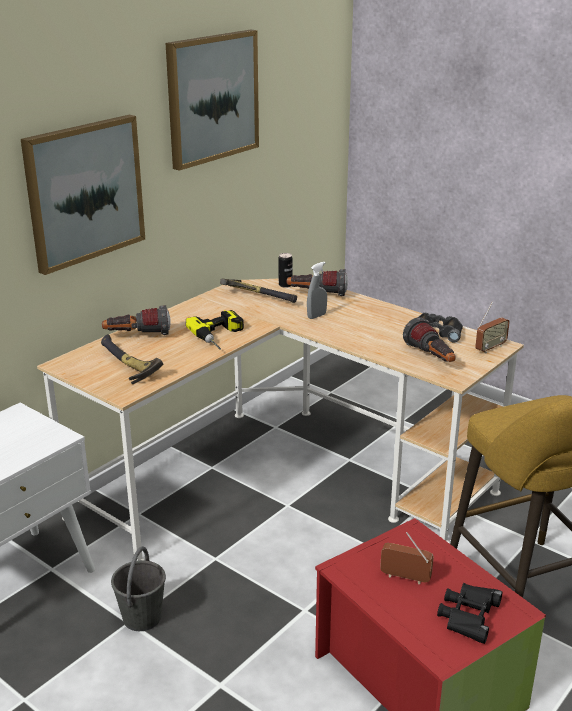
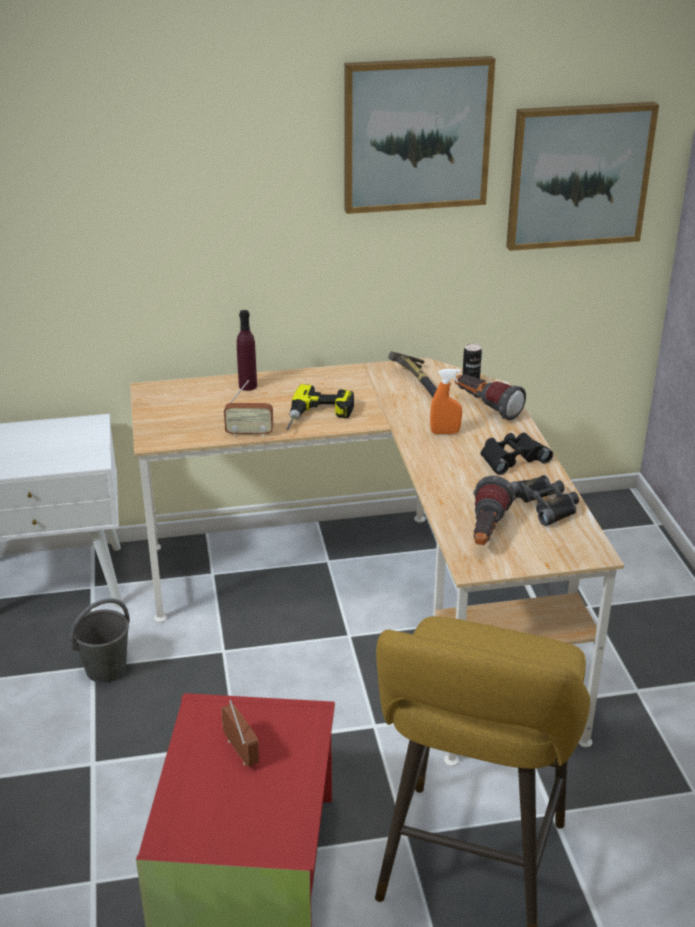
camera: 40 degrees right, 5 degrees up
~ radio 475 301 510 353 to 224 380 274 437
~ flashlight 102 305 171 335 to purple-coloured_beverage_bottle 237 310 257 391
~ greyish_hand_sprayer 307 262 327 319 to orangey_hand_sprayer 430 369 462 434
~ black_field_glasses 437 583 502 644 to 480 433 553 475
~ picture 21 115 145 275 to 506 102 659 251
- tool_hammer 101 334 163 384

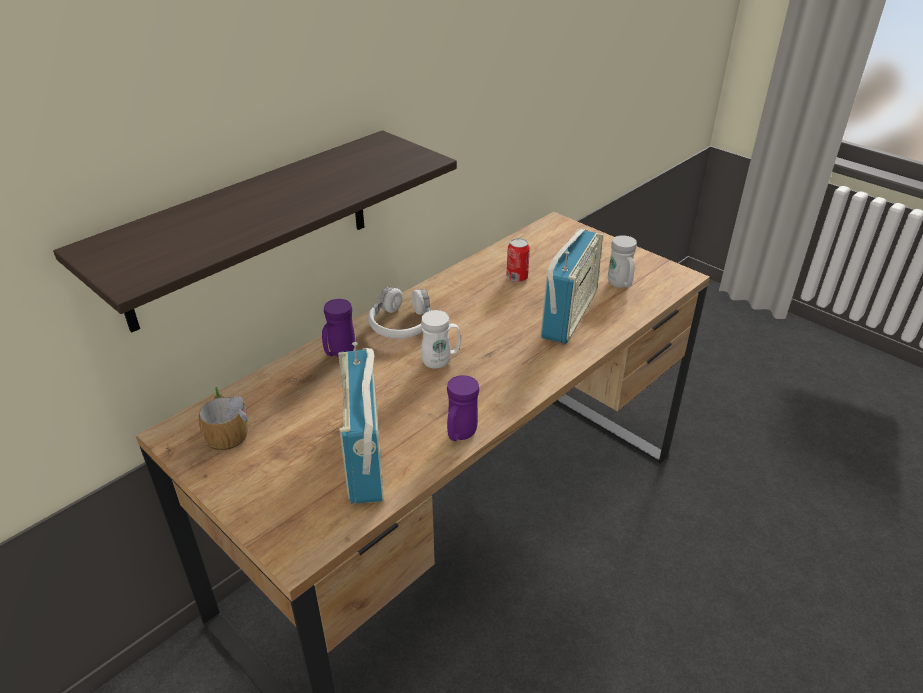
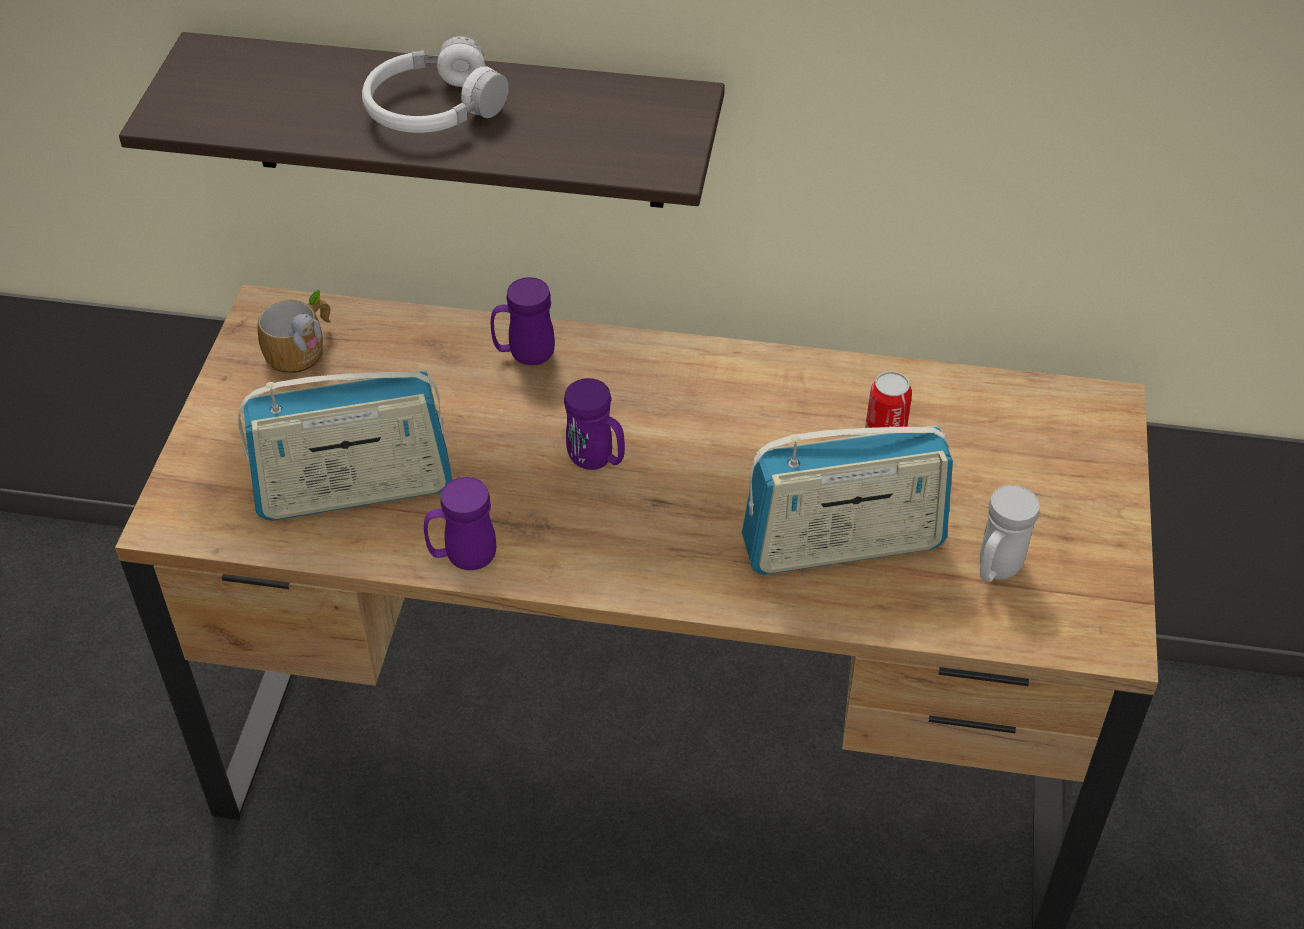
camera: 55 degrees right, 10 degrees up
~ radio 338 342 384 504 = 238 370 452 521 150 degrees counterclockwise
~ white-coloured_headphones 368 287 431 339 to 362 36 509 133
~ white-coloured_mug 421 310 461 369 to purple-coloured_mug 564 378 625 470

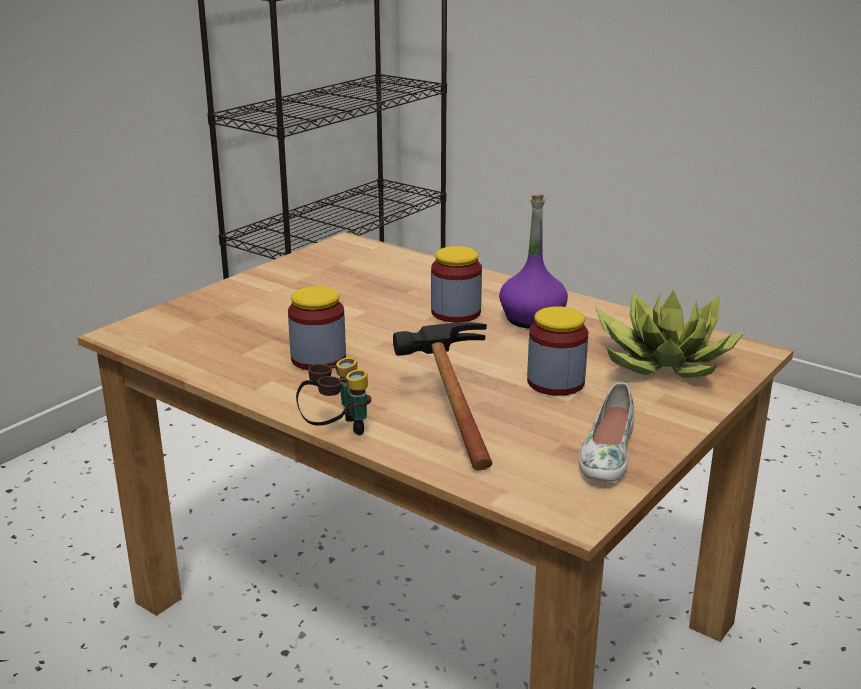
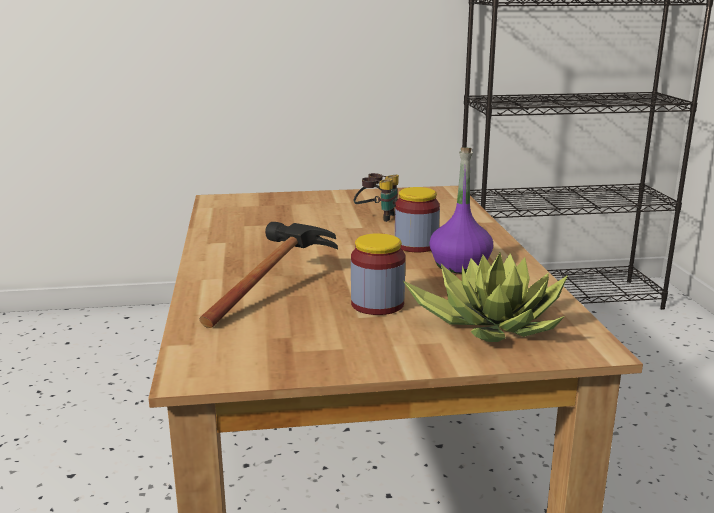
camera: 45 degrees right, 5 degrees down
~ field_glasses 296 357 371 435 to 354 173 399 222
- jar 288 286 346 370
- white-coloured_item_of_footwear 579 382 634 483

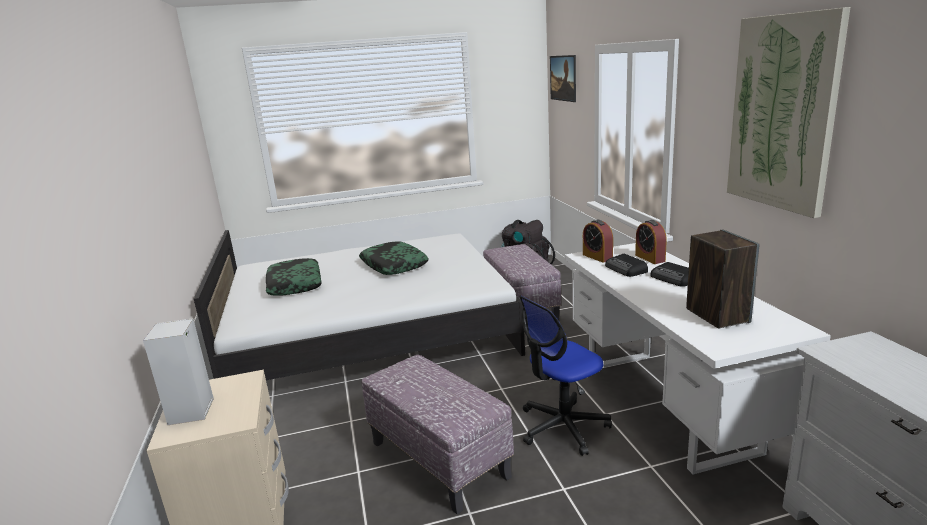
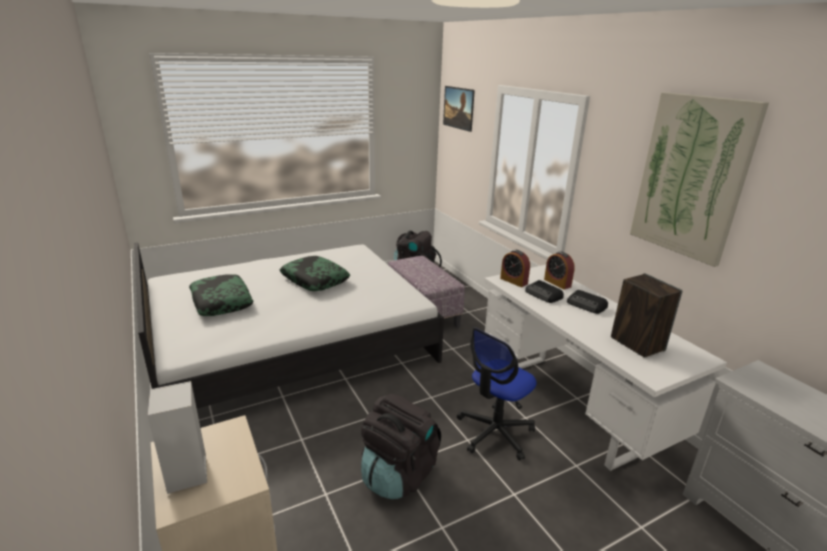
camera: 15 degrees left, 5 degrees up
~ footrest 362 355 514 514 to black_rucksack 361 394 441 499

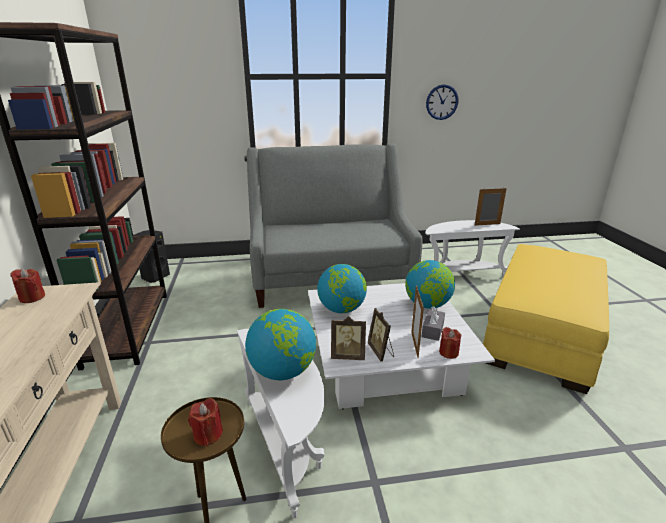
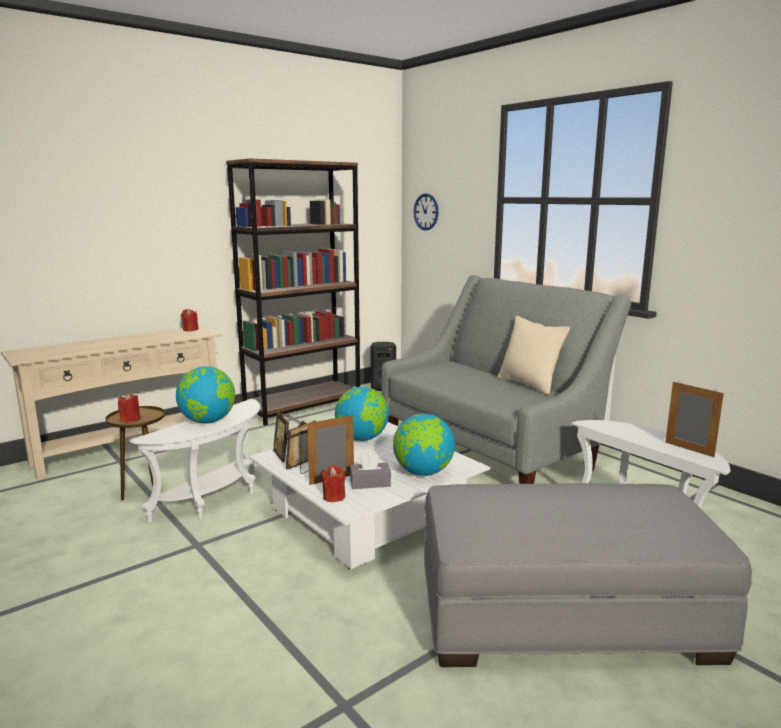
camera: 60 degrees right, 10 degrees down
~ wall_clock 426 84 458 120 to 413 193 439 231
~ yellow_footrest 483 244 609 394 to greyish_footrest 424 483 752 667
+ beige-coloured_throw_pillow 498 316 570 395

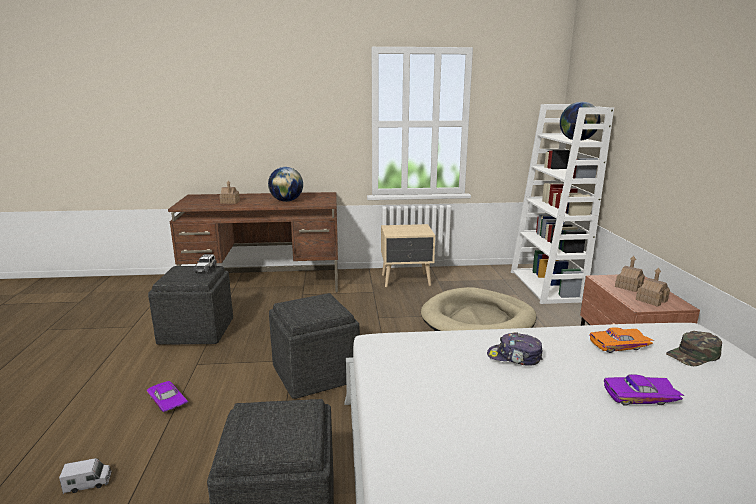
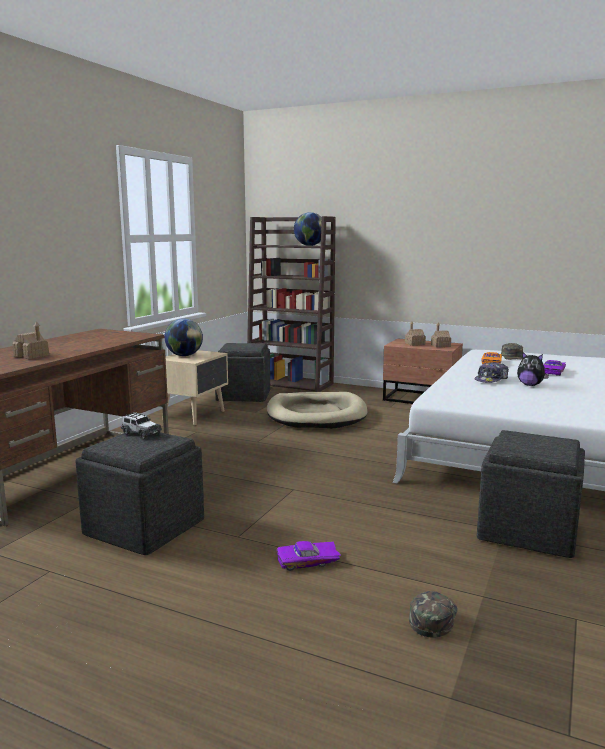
camera: 60 degrees left, 5 degrees down
~ world_globe 268 167 303 202 to 164 318 203 356
~ greyish_footrest 269 293 360 399 to 215 343 270 402
~ white-coloured_shelving_unit 511 104 614 304 to brownish_shelving_unit 247 216 336 392
~ toy_lorry 59 458 112 494 to greenish_baseball_cap 409 591 458 638
+ plush_toy 517 352 549 386

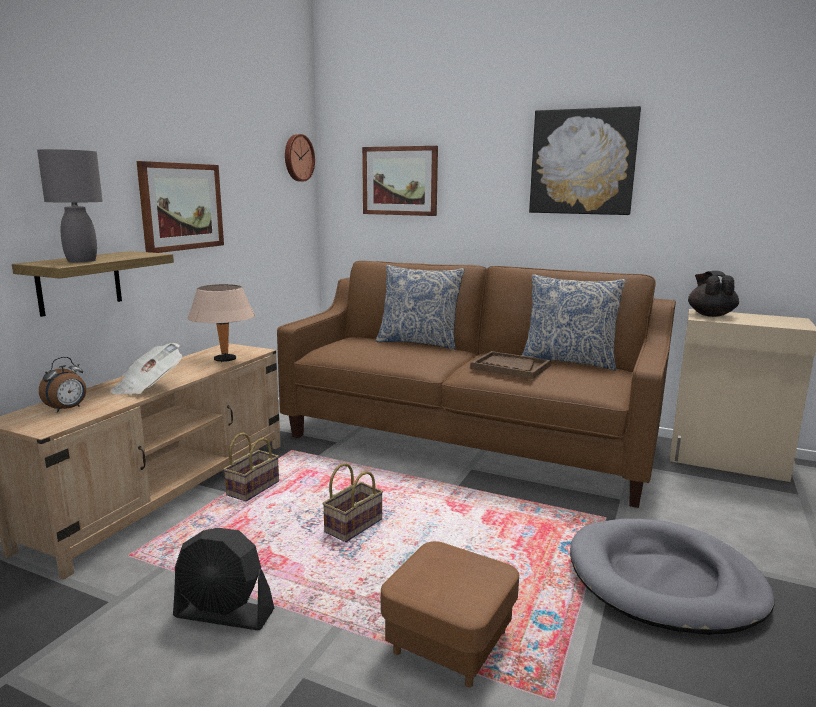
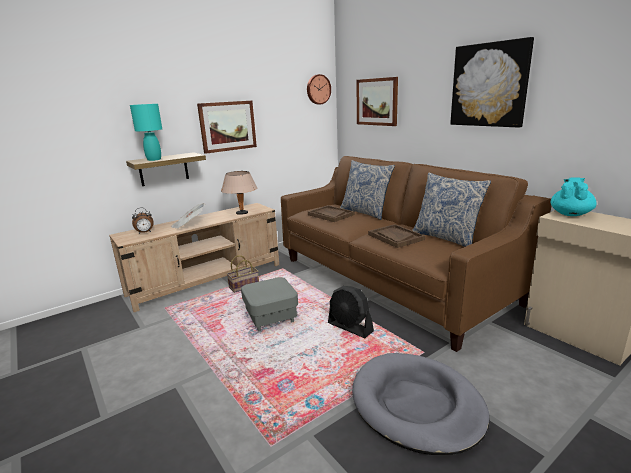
camera: 30 degrees right, 5 degrees up
~ greyish_tabletop_lamp 37 149 103 263 to turquoise_tabletop_lamp 130 104 162 161
~ household_basket 322 463 383 542 to greyish_footrest 241 277 298 331
+ brownish_carrying_tray 308 205 355 222
~ black_cooling_fan 173 528 274 630 to 328 286 374 338
~ black_tea_pot 688 271 739 317 to turquoise_tea_pot 551 177 597 216
- brownish_footrest 381 541 519 687

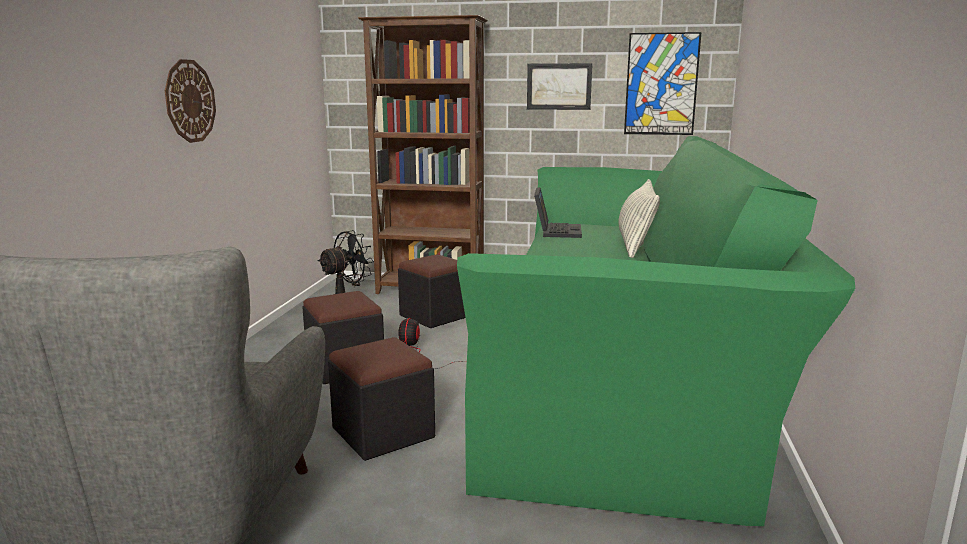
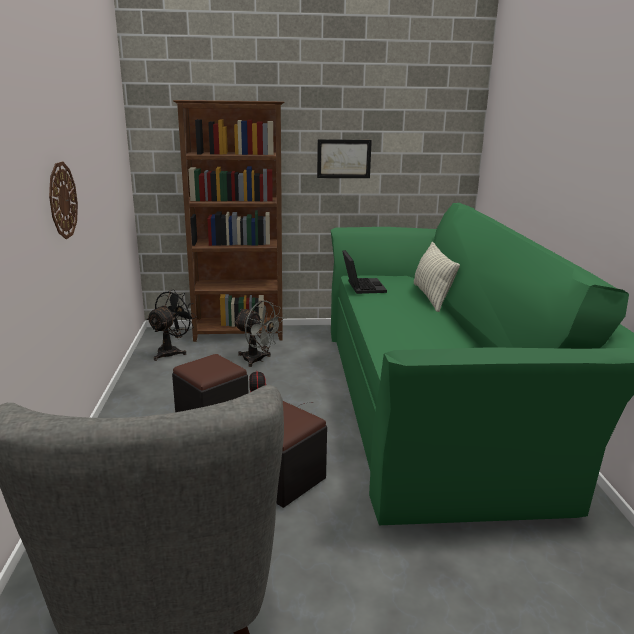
camera: 15 degrees left, 5 degrees up
~ black_footrest 398 254 465 328 to greyish_cooling_fan 234 301 284 367
- picture 624 32 701 135

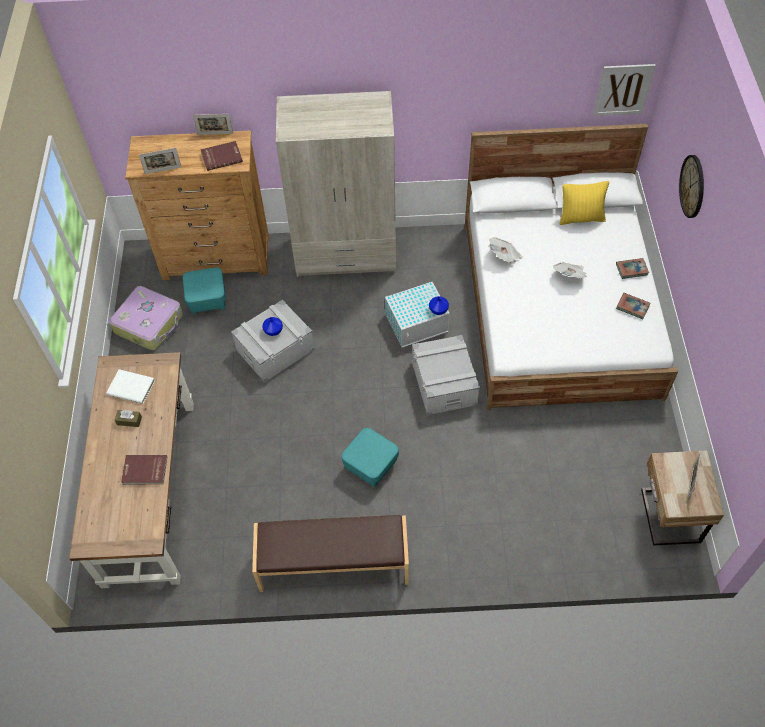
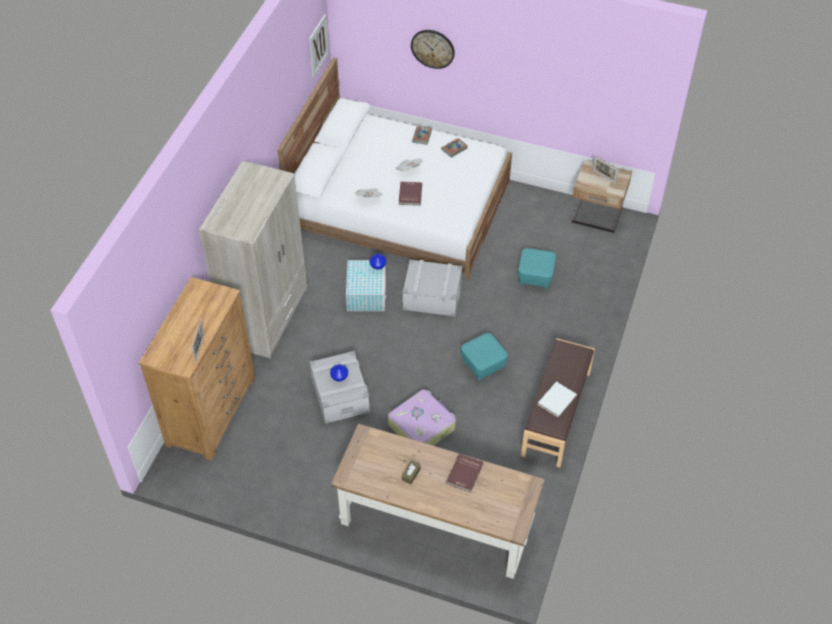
camera: 70 degrees left, 5 degrees down
~ suitcase 109 286 183 350 to 388 389 456 446
~ reddish_bound_book 201 141 243 171 to 399 182 422 206
~ turquoise_footrest 183 267 226 315 to 518 248 556 289
~ white-coloured_bound_book 106 369 155 404 to 538 382 577 417
- standing_frame 193 114 233 135
- yellow_throw_pillow 559 181 609 225

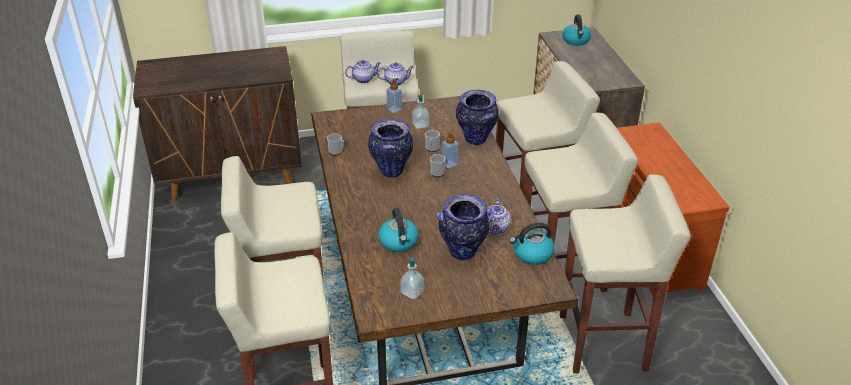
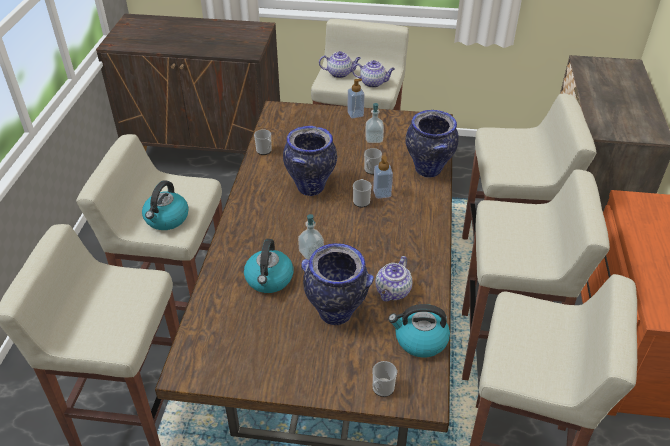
camera: 20 degrees right, 5 degrees up
~ tea_kettle 563 15 591 46 to 142 180 189 230
~ soap_dispenser 401 257 424 299 to 298 214 324 260
+ mug 372 361 397 397

